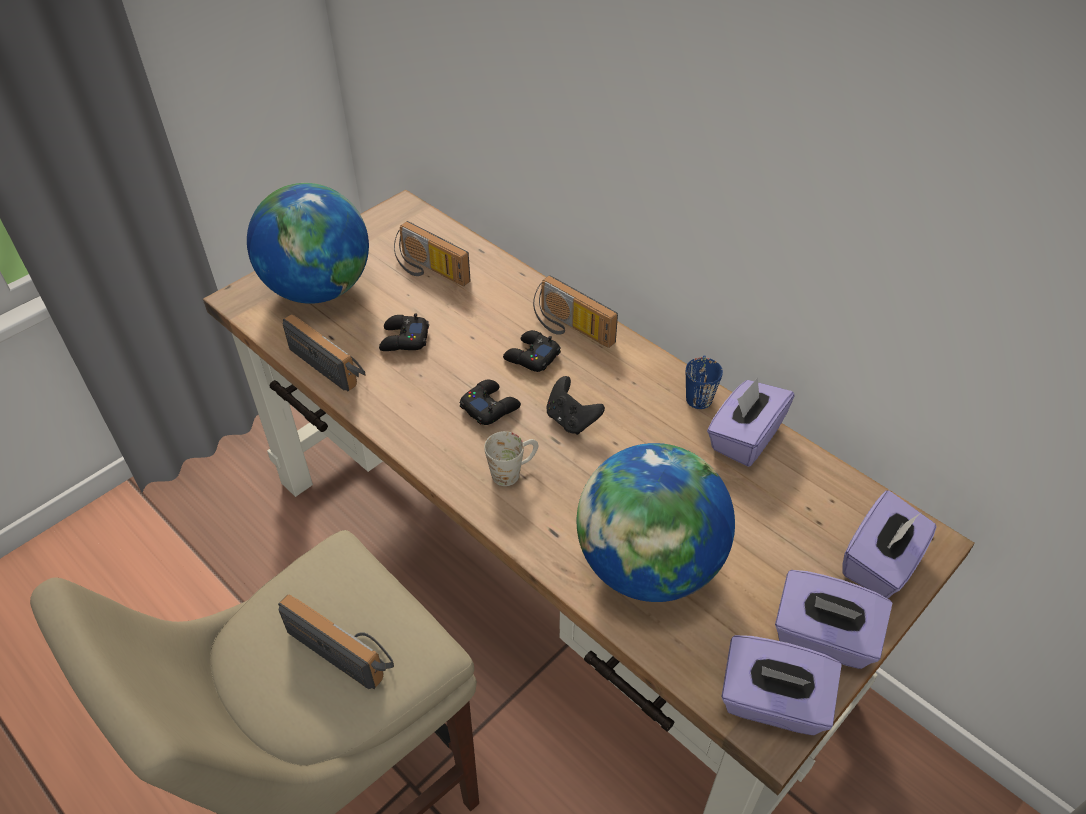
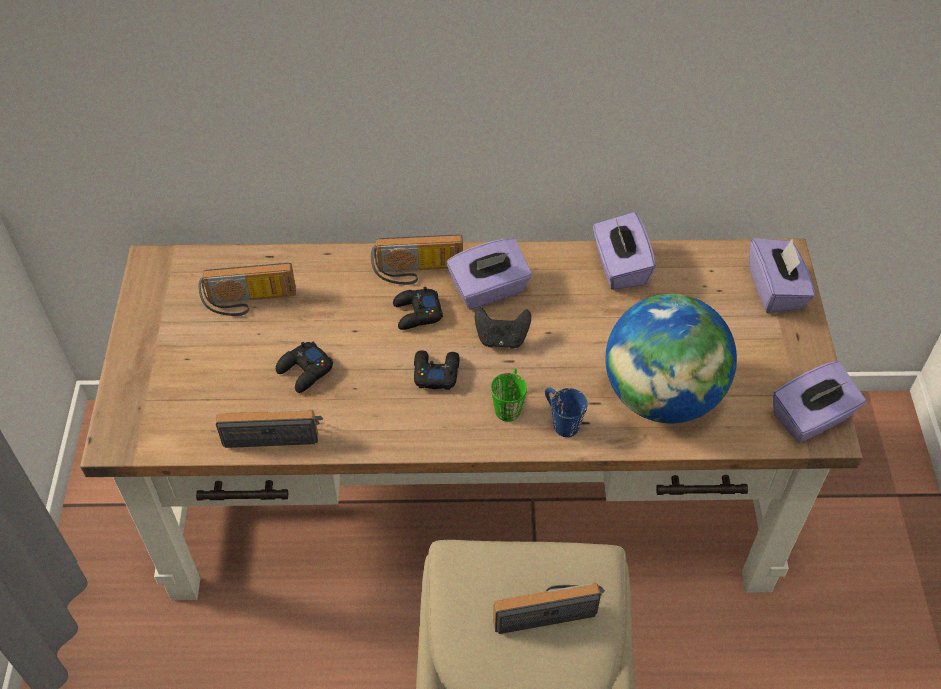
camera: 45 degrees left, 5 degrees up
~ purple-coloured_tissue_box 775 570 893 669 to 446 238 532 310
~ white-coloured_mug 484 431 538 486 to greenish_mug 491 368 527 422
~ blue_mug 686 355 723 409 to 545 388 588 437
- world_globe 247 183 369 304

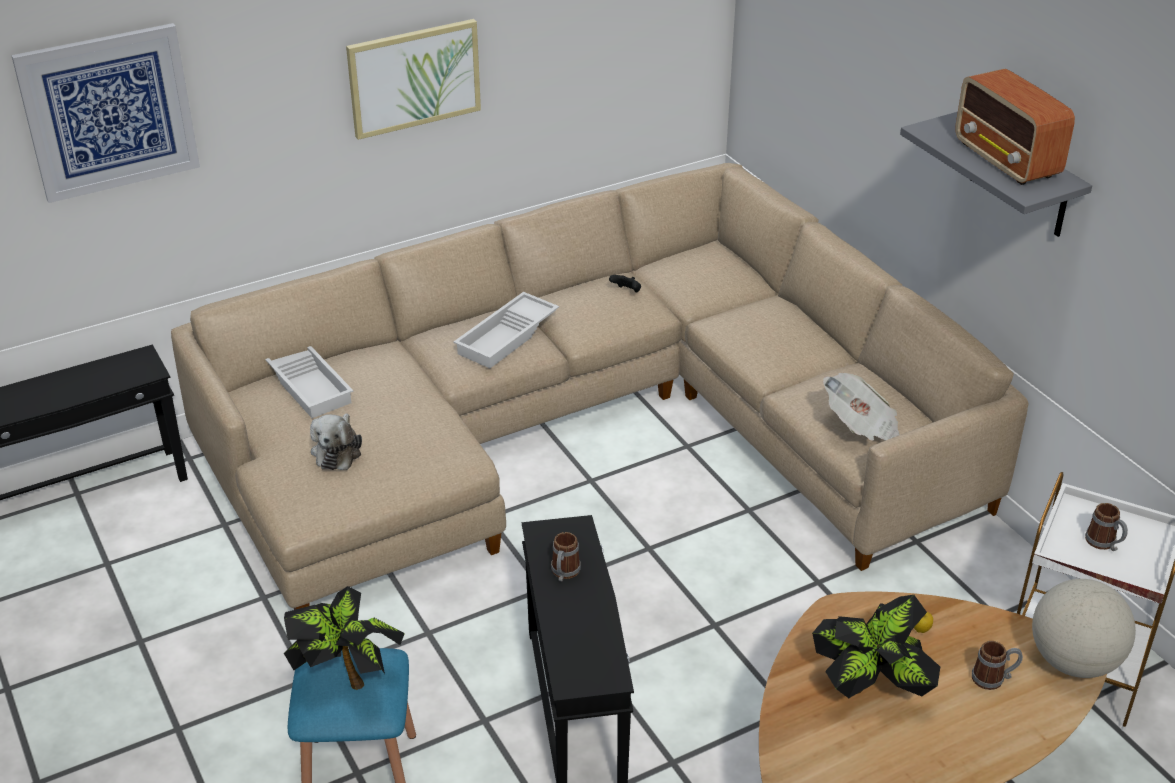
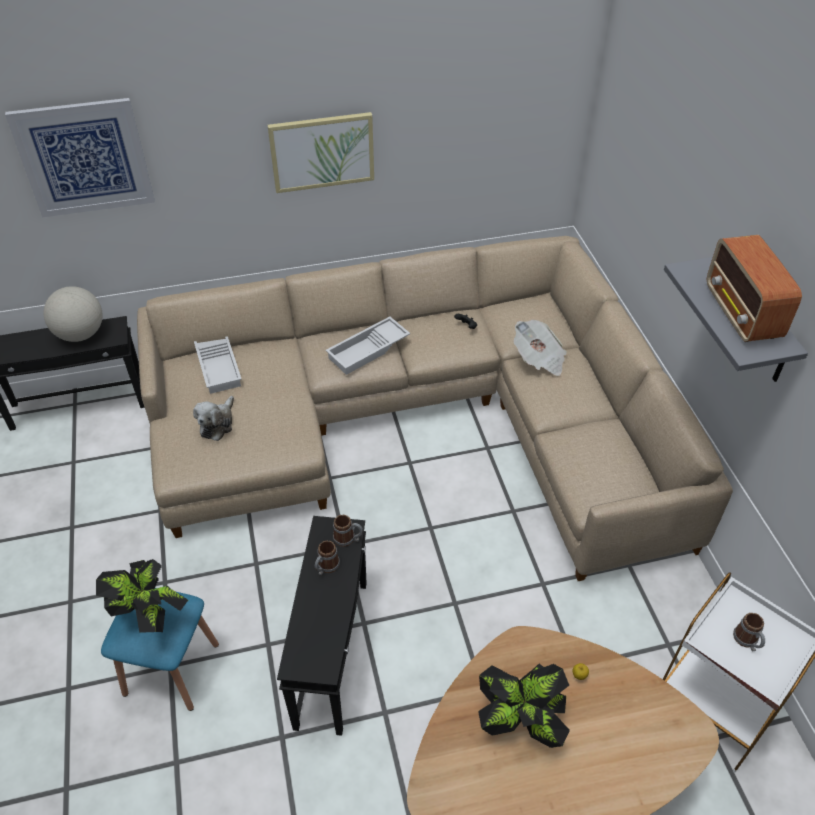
camera: 15 degrees right, 10 degrees up
~ world_globe 1032 579 1136 678 to 44 286 103 342
~ mug 972 641 1023 690 to 333 515 363 547
~ newspaper 823 373 899 441 to 513 320 567 376

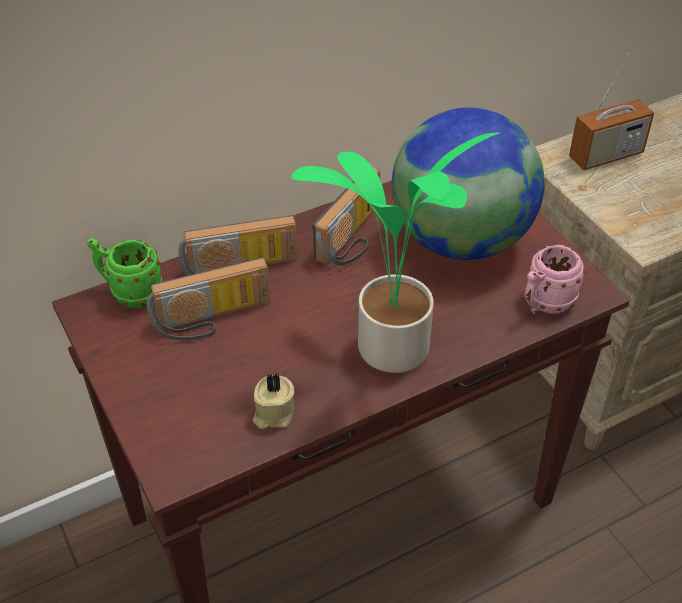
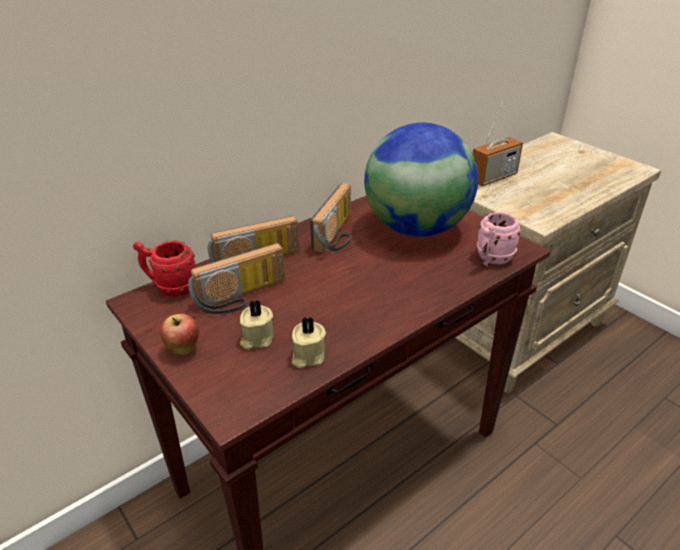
camera: 10 degrees left, 10 degrees down
~ greenish_mug 87 238 162 308 to reddish_mug 133 241 196 297
+ whole_apple 160 314 199 355
+ beige-coloured_wax_light 240 299 273 350
- houseplant 291 133 501 373

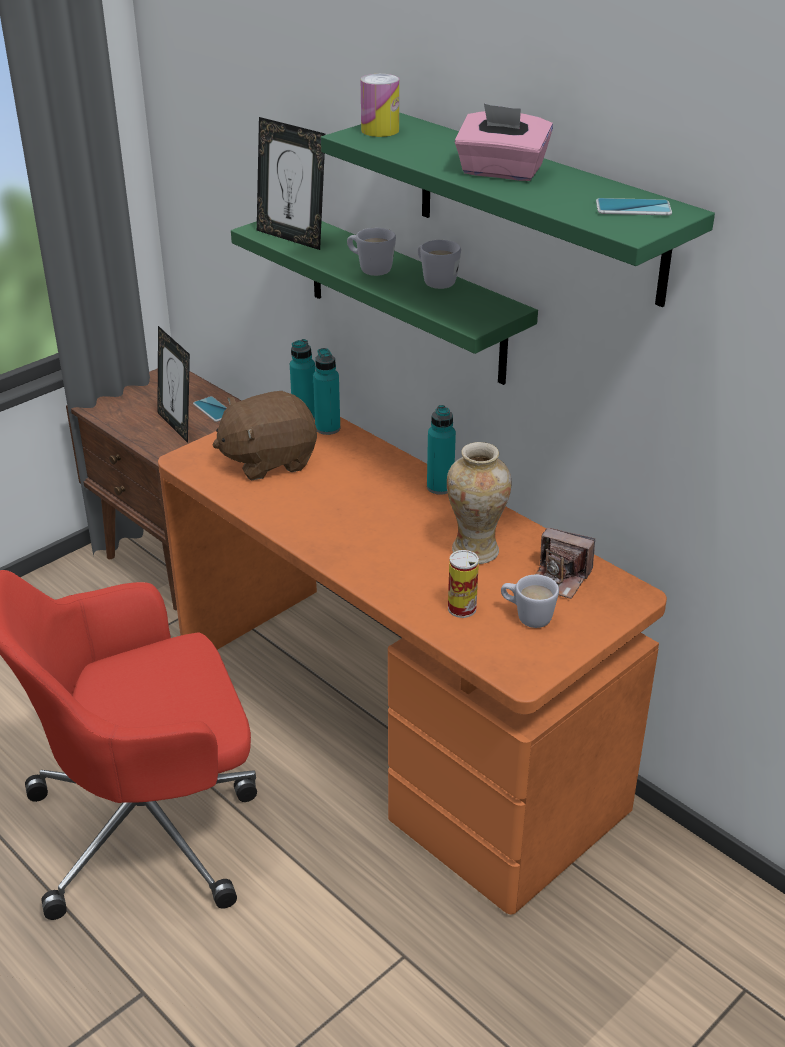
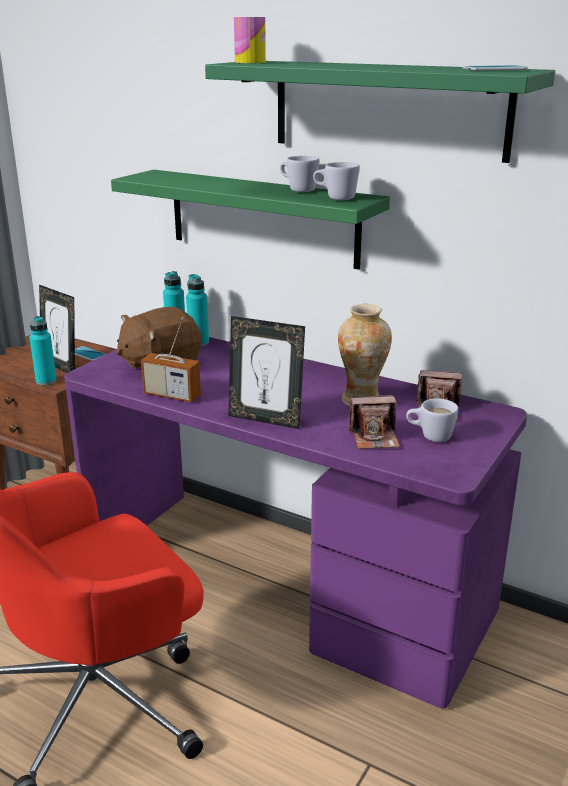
camera: 15 degrees left, 10 degrees down
~ turquoise_beverage_bottle 427 405 456 495 to 29 316 57 385
~ orangey_desk 158 417 667 914 to purple-coloured_desk 64 337 527 708
+ radio 141 317 201 402
~ standing_frame 257 117 326 250 to 228 316 305 429
~ white-coloured_mug 347 228 396 276 to 313 162 360 200
~ metal_can 448 550 479 618 to photo_camera 348 395 400 449
- pink_tissue_box 455 104 553 181

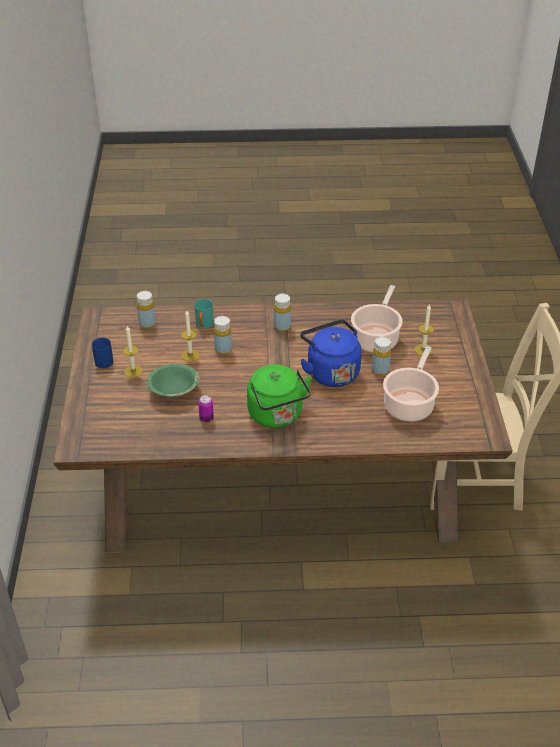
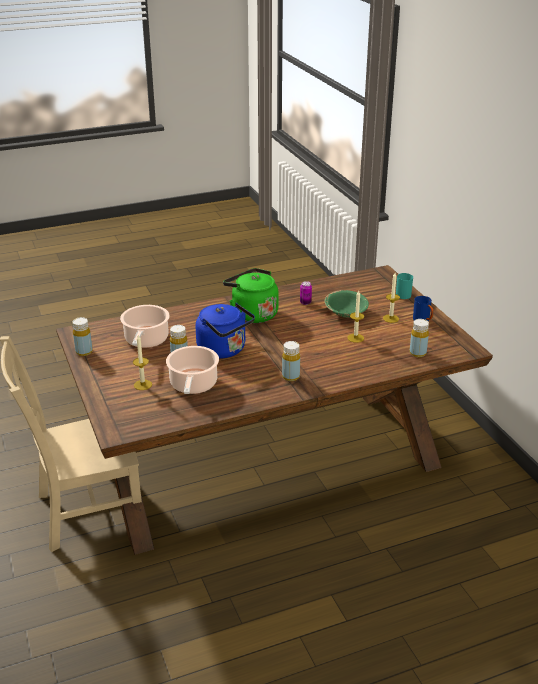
camera: 160 degrees right, 10 degrees down
~ yellow_beverage_bottle 214 316 232 355 to 72 317 93 356
~ turquoise_mug 195 299 213 329 to 396 273 413 299

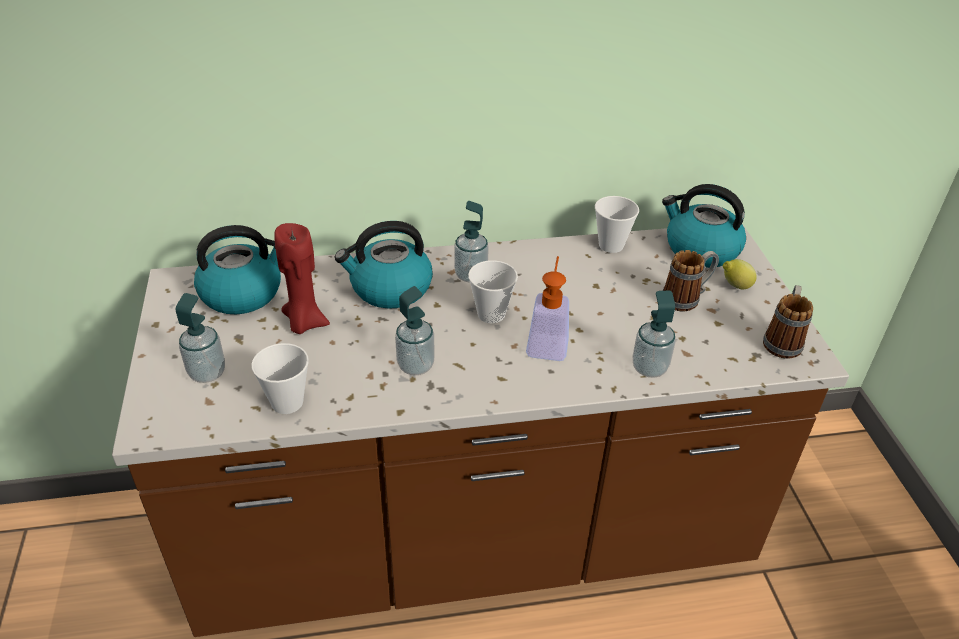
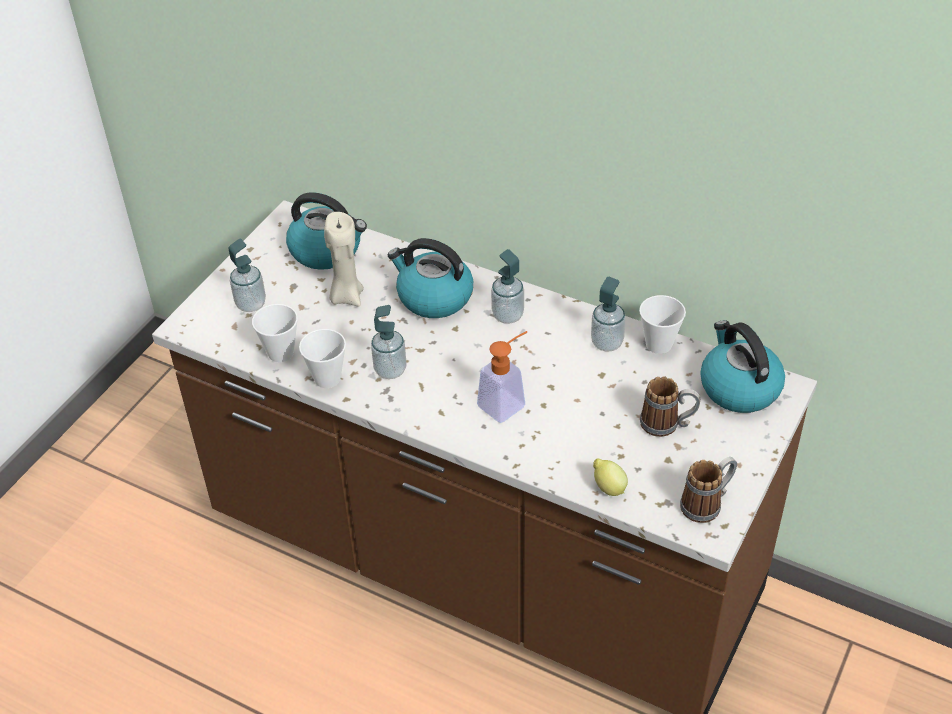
camera: 40 degrees right, 5 degrees up
~ small_cup 468 260 518 323 to 299 329 346 388
~ reddish_wax_light 274 223 330 334 to beige-coloured_wax_light 324 212 364 306
~ soap_dispenser 633 290 676 378 to 591 277 626 351
~ lemon 723 259 757 290 to 593 458 628 496

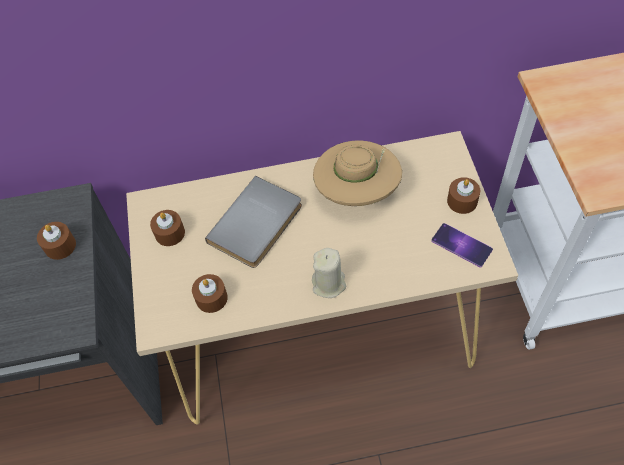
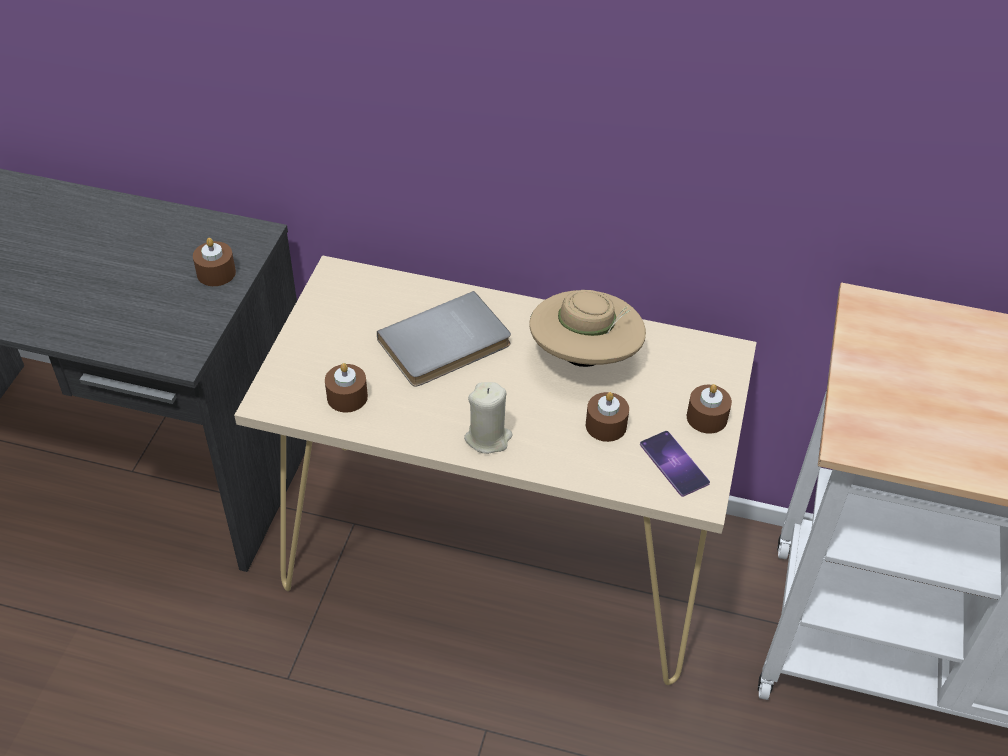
camera: 20 degrees right, 10 degrees down
~ brownish_wax_light 150 210 185 246 to 586 392 629 442

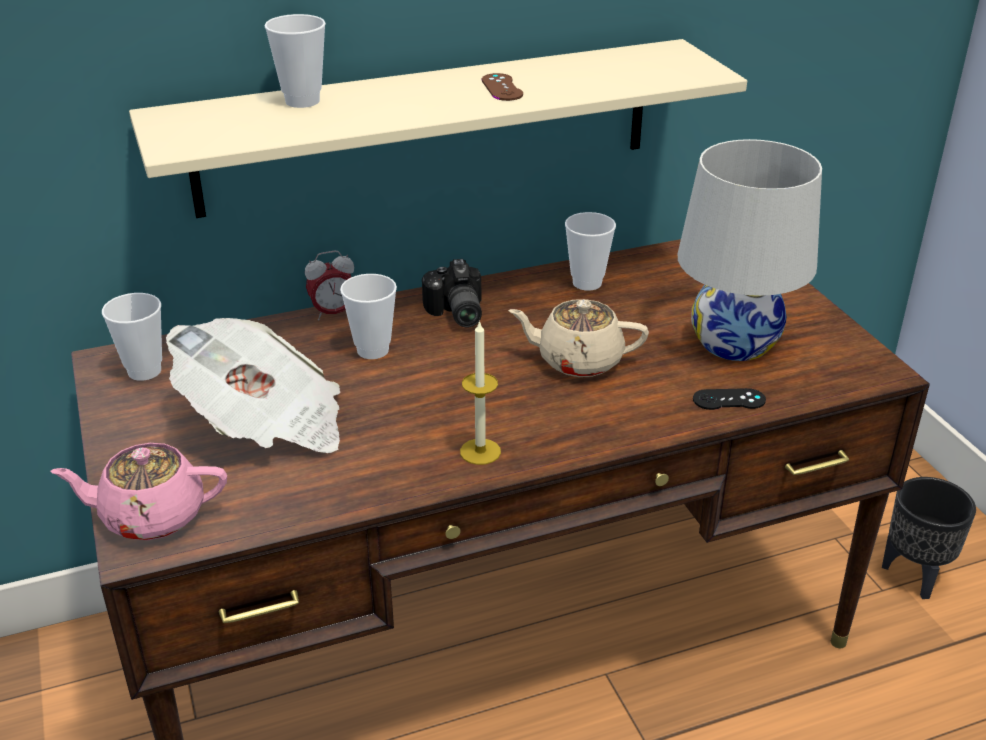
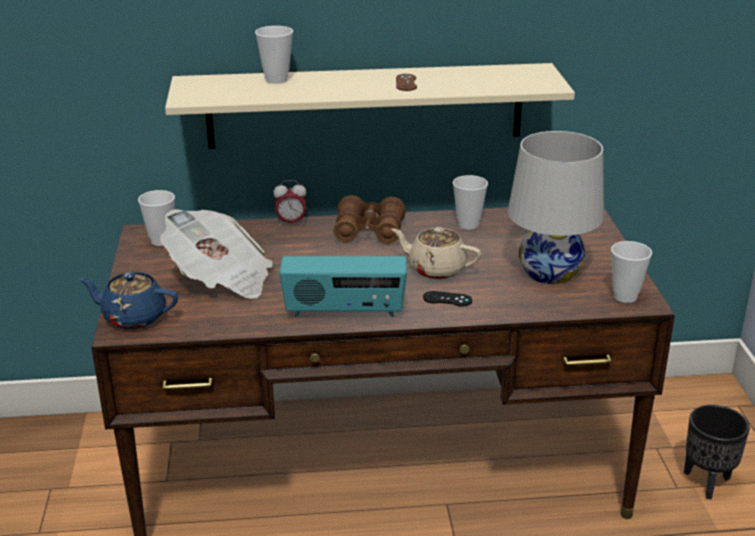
camera: 15 degrees right, 5 degrees down
~ pink_tea_pot 51 443 227 540 to blue_tea_pot 79 272 178 329
~ wax_light 460 320 501 465 to radio 279 256 407 317
~ photo_camera 422 259 482 328 to brownish_field_glasses 333 195 406 244
~ black_gamepad 693 388 766 410 to 423 291 472 307
~ small_cup 340 274 397 359 to 611 241 652 303

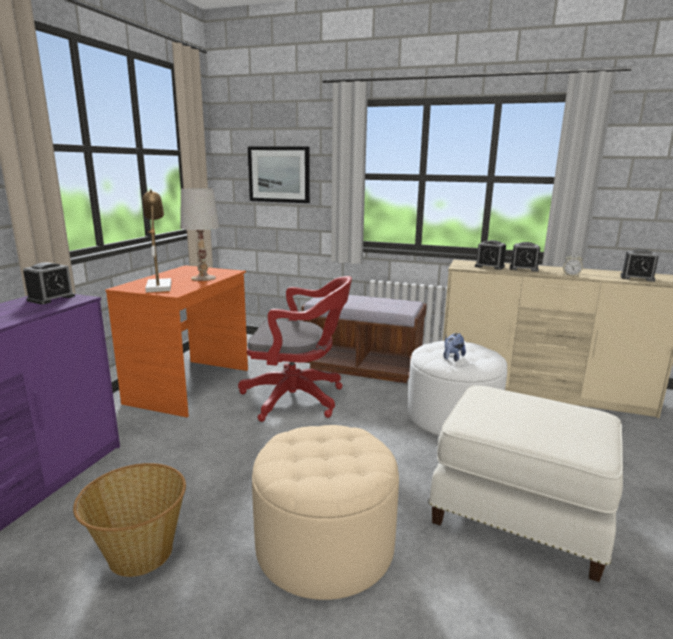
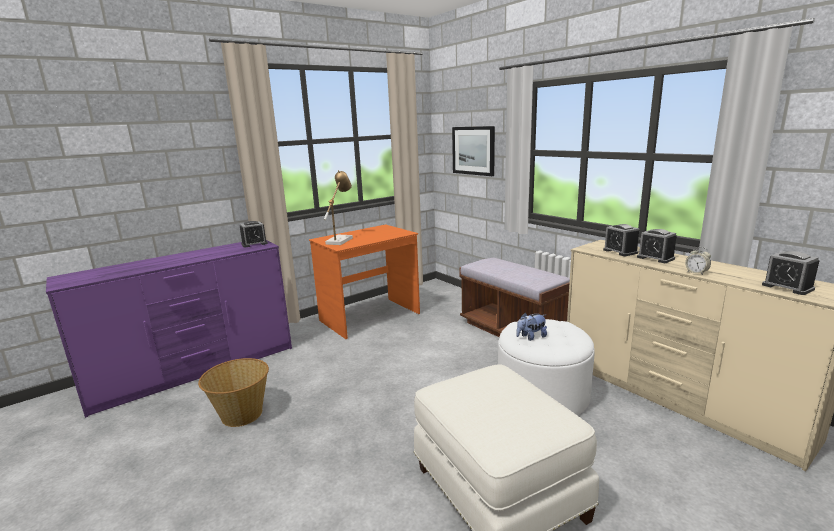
camera: 35 degrees right, 0 degrees up
- white-coloured_tabletop_lamp 180 188 219 281
- reddish_office_chair 238 276 352 422
- beige-coloured_footrest 252 425 399 600

